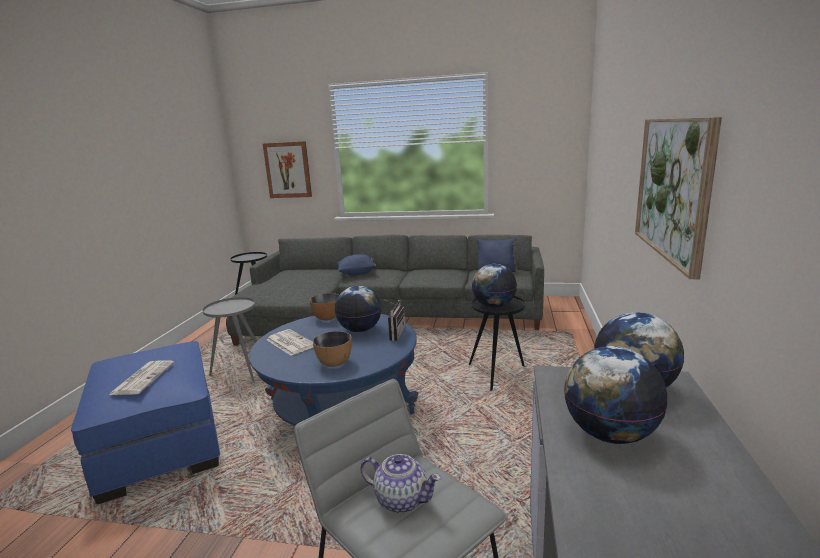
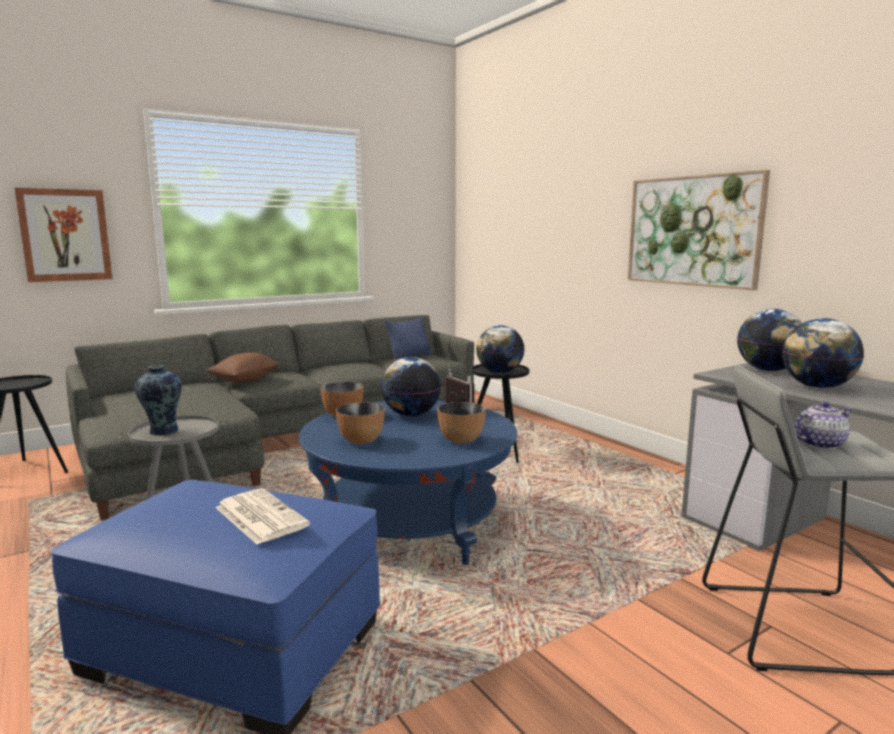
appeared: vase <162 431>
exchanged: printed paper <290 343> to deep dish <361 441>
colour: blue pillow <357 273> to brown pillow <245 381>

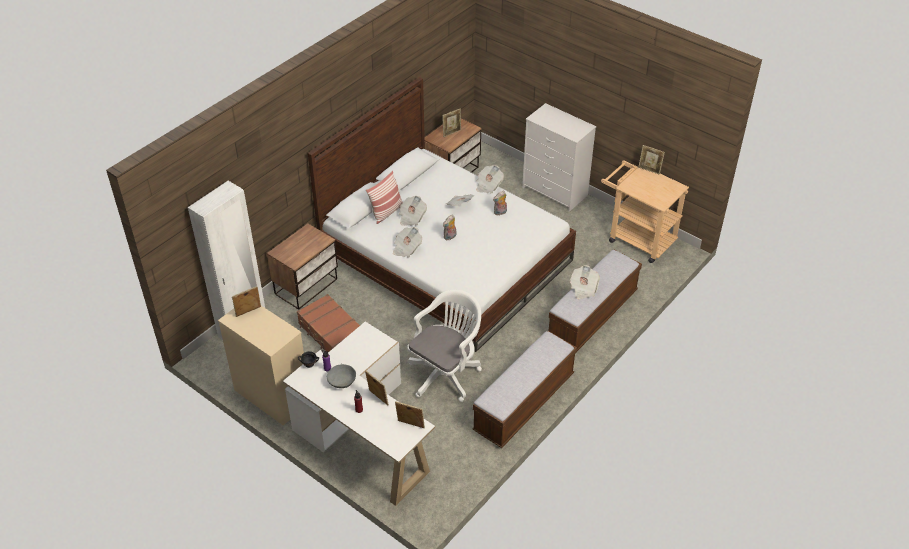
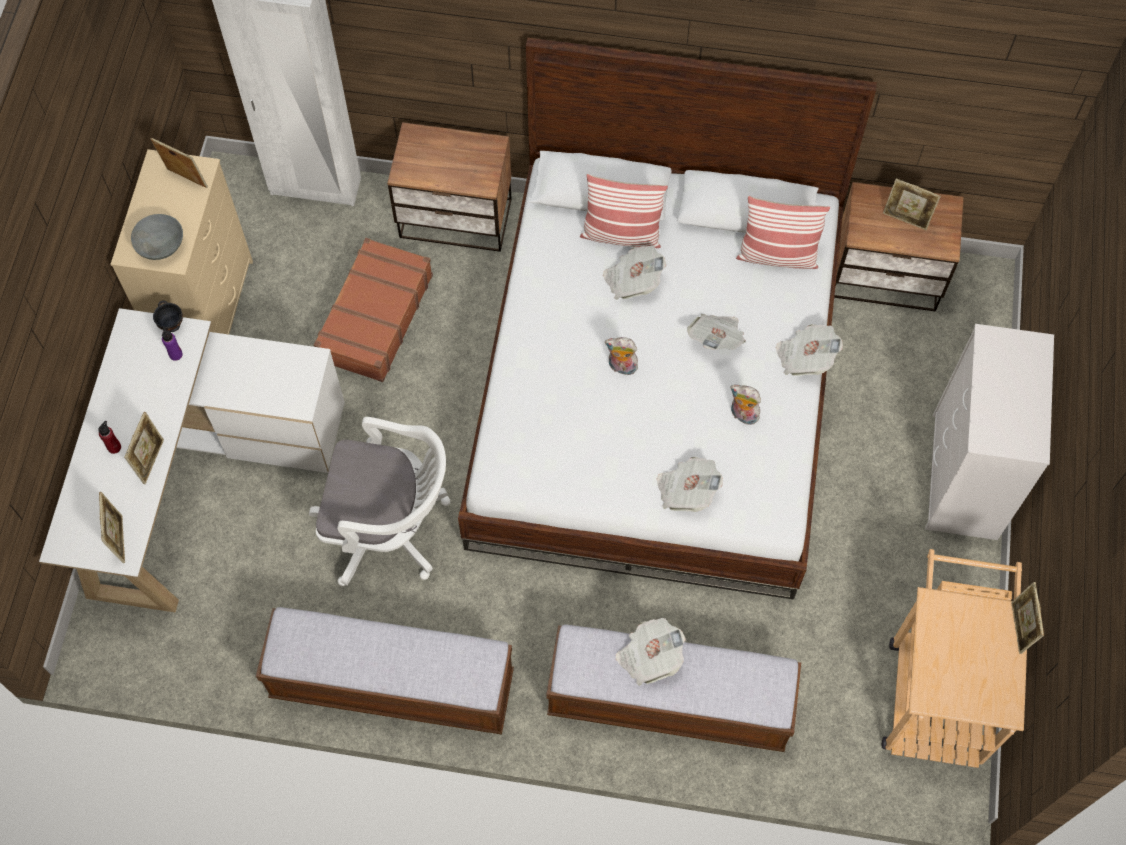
appeared: pillow <777 255>
relocated: gray deep dish <342 381> to <161 245>; printed paper <406 248> to <686 491>

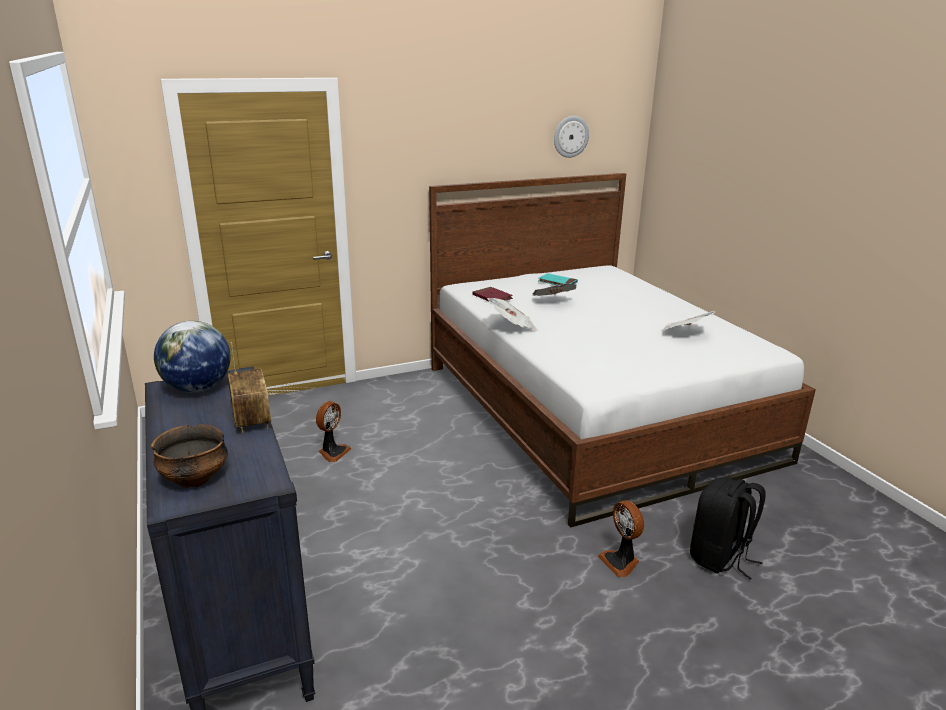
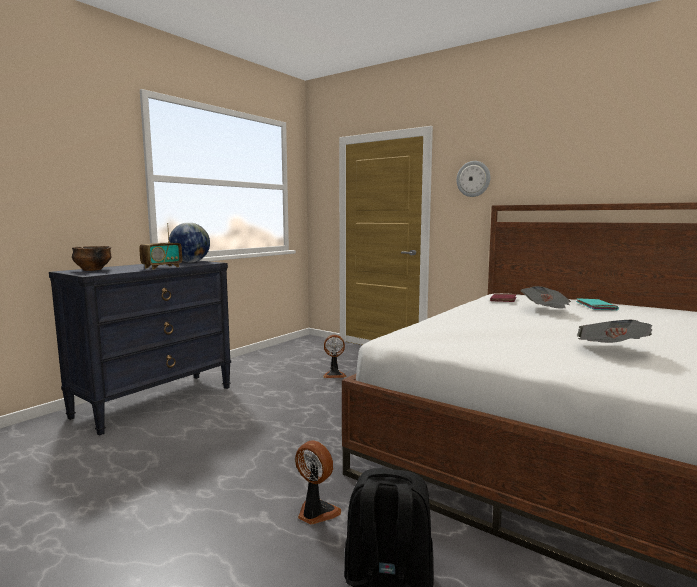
missing: printed paper <513 326>
relocated: wall clock <570 136> to <473 179>
spun: fan <621 562> = <315 513> 90 degrees clockwise

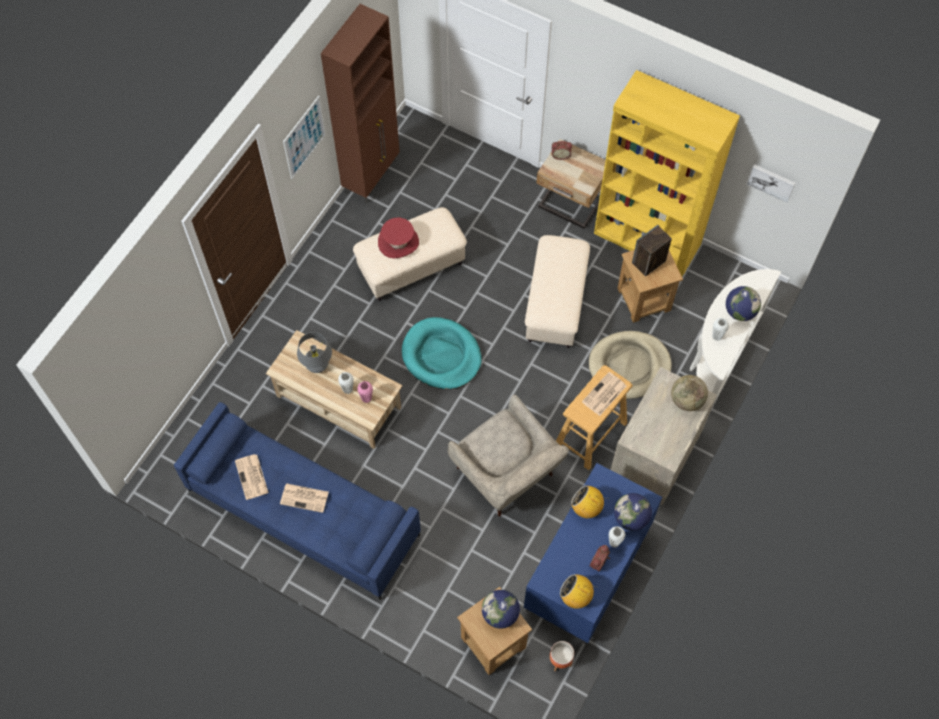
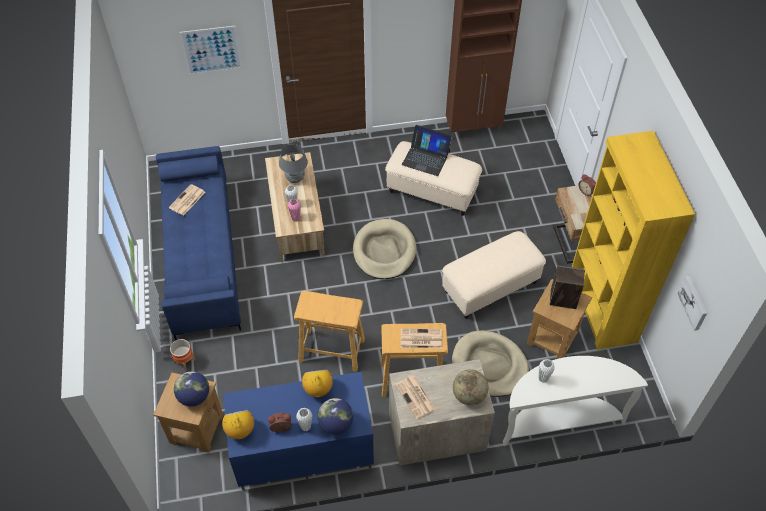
missing: world globe <739 312>
relocated: printed paper <305 498> to <416 397>; picture <304 137> to <211 50>; flower pot <560 660> to <184 361>
exchanged: reddish wearable hat <398 242> to notebook computer <426 158>; beige easy chair <507 475> to beige stool <331 350>
colour: turquoise dog cushion <441 356> to beige dog cushion <384 251>

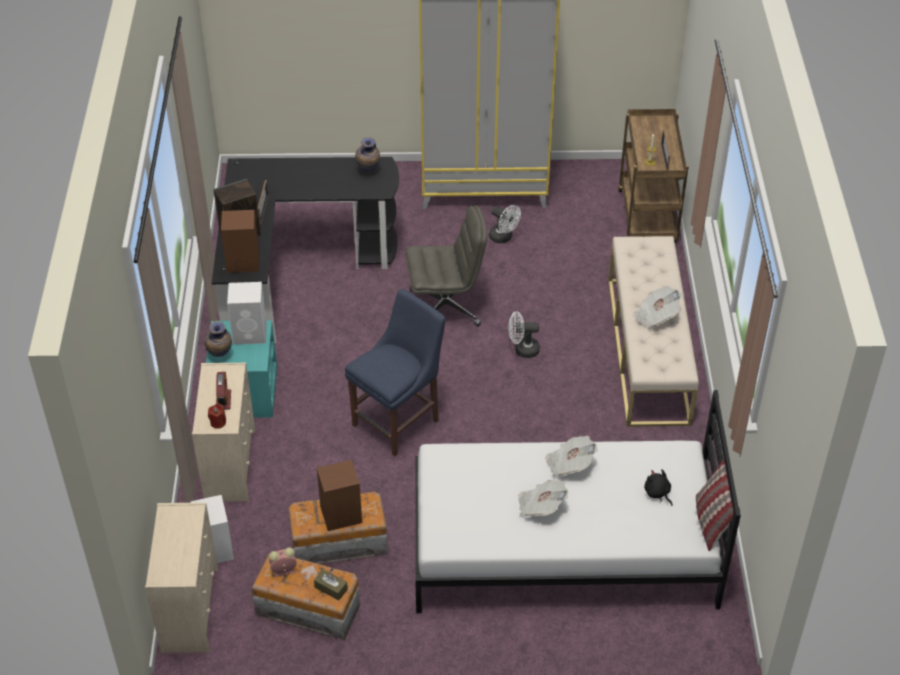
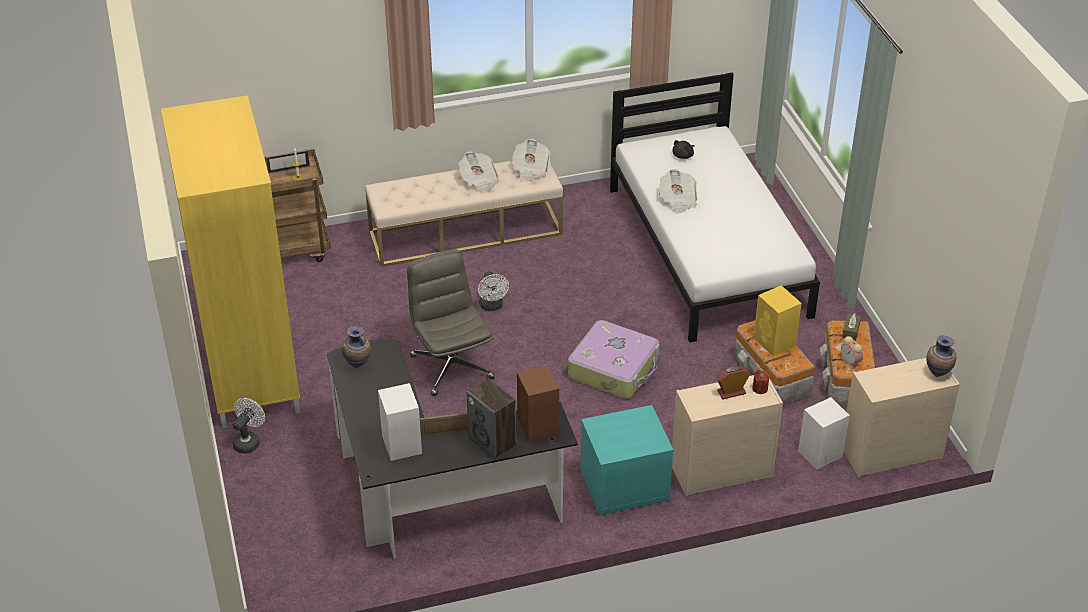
missing: pillow <711 522>
relocated: vase <220 356> to <938 374>; white-coloured loudspeaker <251 333> to <401 444>; white-coloured fan <503 237> to <249 441>; printed paper <540 506> to <530 170>
exchanged: blue plain chair <399 421> to travel case <614 368>
colour: brown loudspeaker <340 515> to yellow-coloured loudspeaker <775 342>

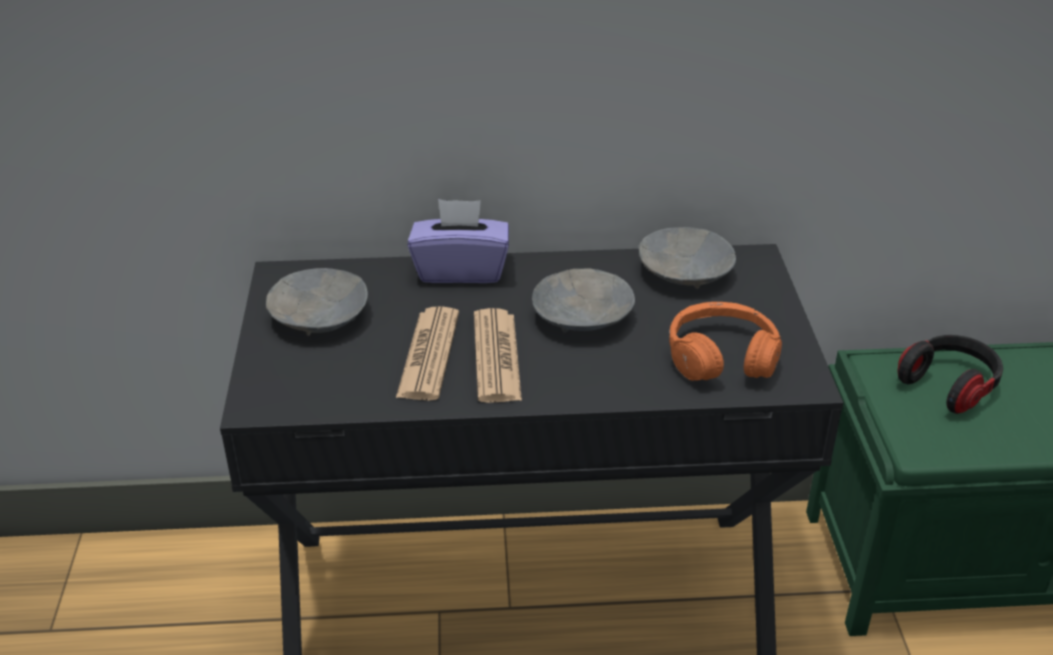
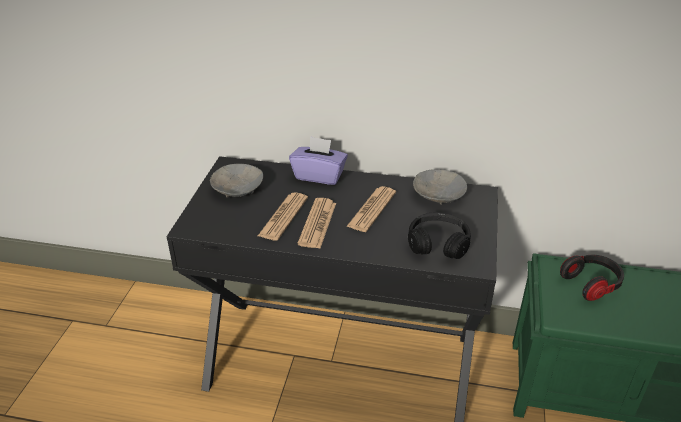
exchanged: gray deep dish <582 316> to printed paper <372 209>
colour: orangey pair of headphones <721 356> to black-coloured pair of headphones <438 243>

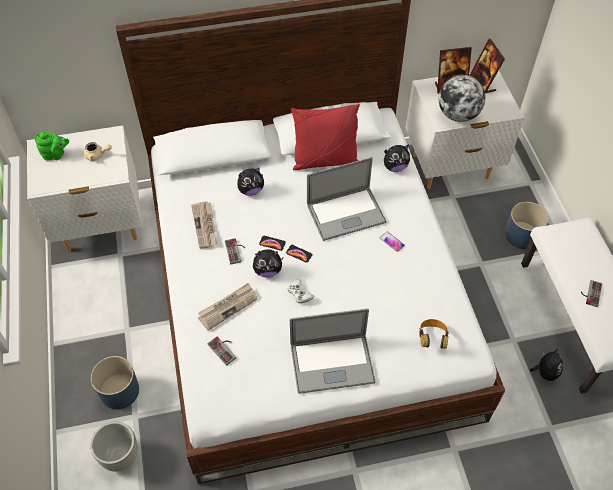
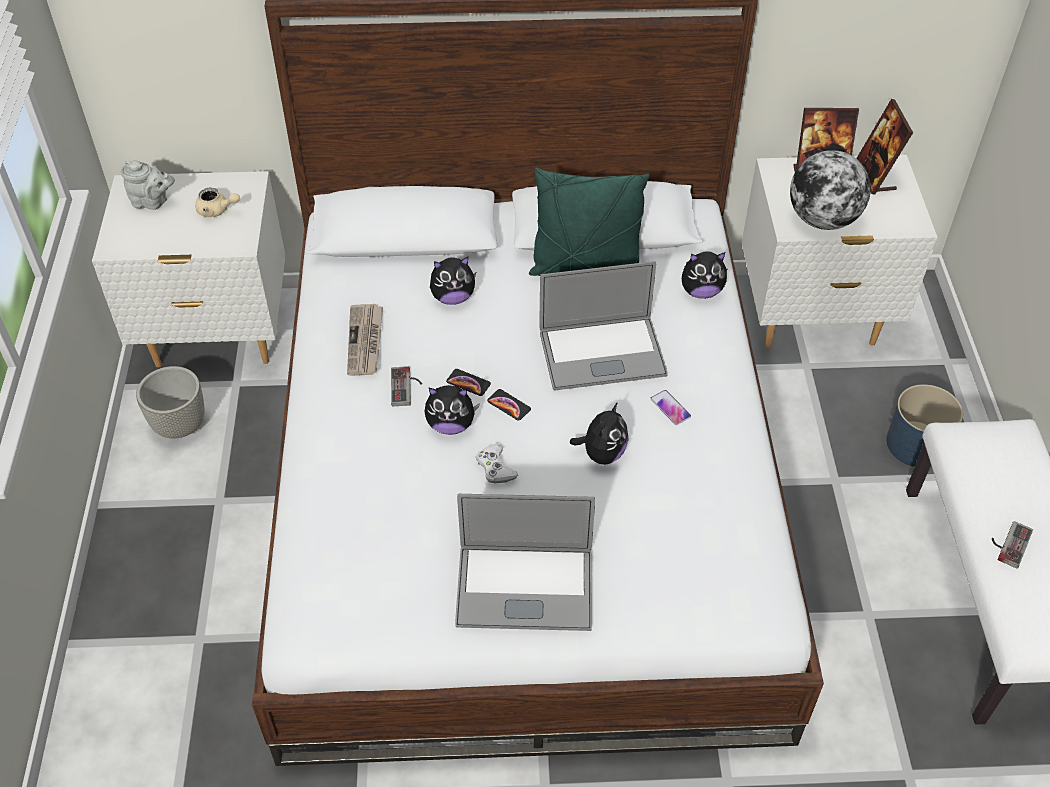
missing: blue flower pot <119 390>; printed paper <228 307>; game controller <224 349>; pair of headphones <432 338>
relocated: gray flower pot <120 456> to <180 425>; plush toy <545 372> to <602 453>
colour: green-coloured pot for tea <55 155> to gray pot for tea <152 202>; reddish pillow <325 161> to green-coloured pillow <585 268>

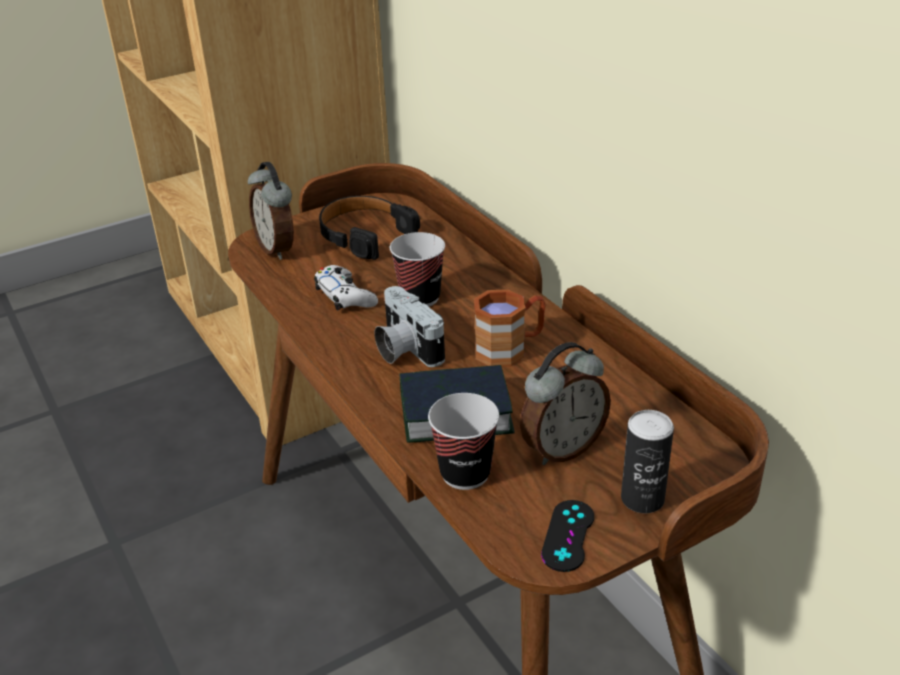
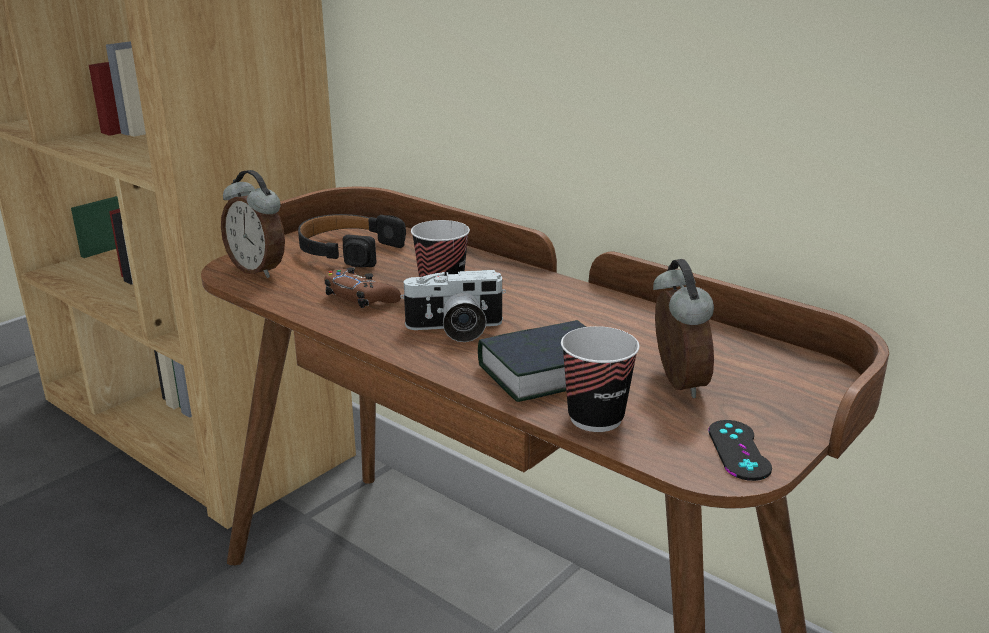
missing: brown coffee mug <510 349>; can <642 499>
colour: white-coloured game controller <345 296> to brown game controller <361 298>
spun: still camera <404 349> = <455 330> 45 degrees counterclockwise; table clock <562 448> = <675 383> 45 degrees counterclockwise

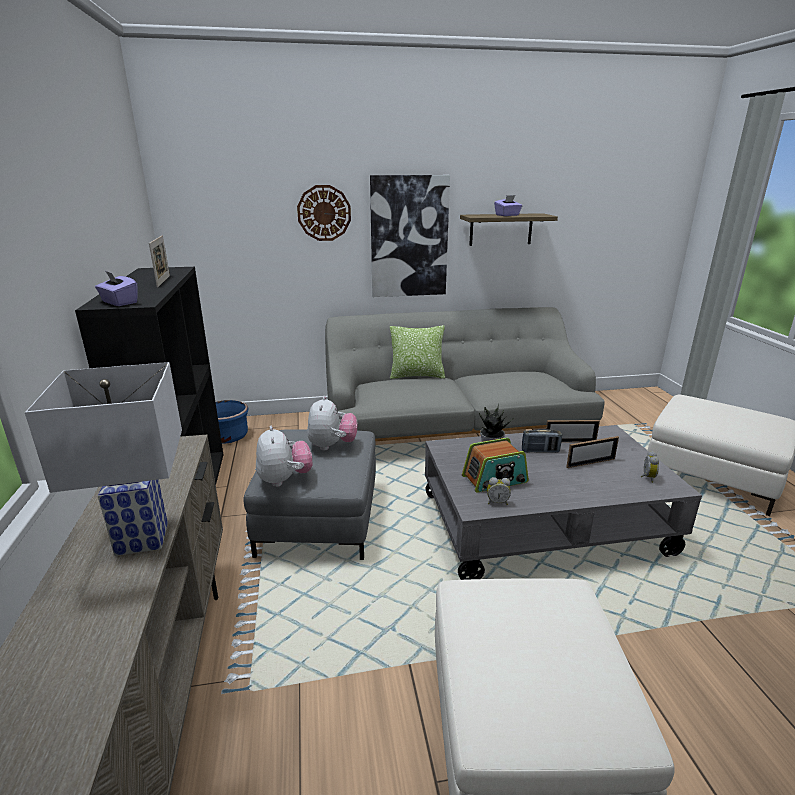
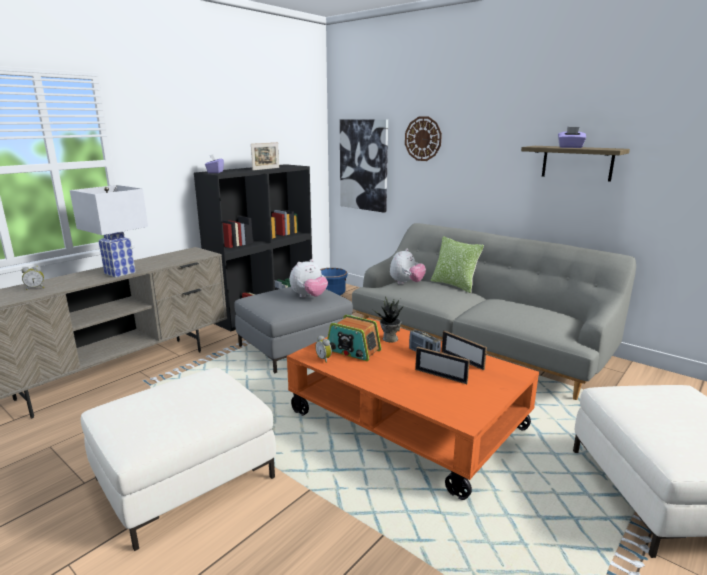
relocated: plush toy <284 479> to <406 283>; picture <409 237> to <364 165>; table clock <647 477> to <35 288>
colour: gray lounge table <543 523> to orangey lounge table <407 420>

